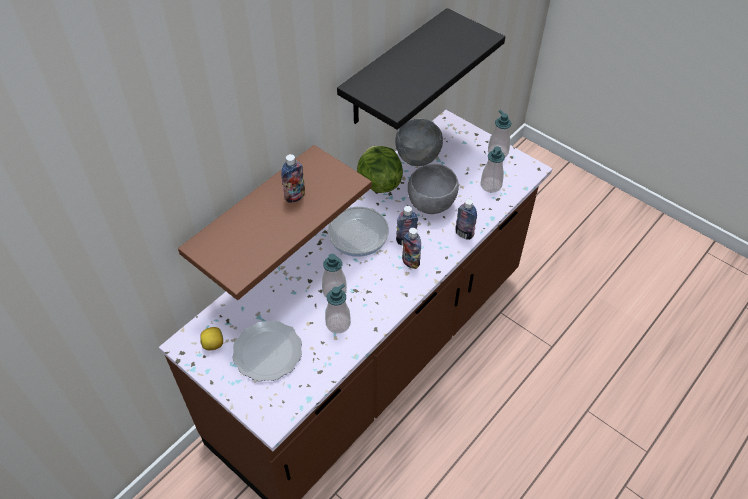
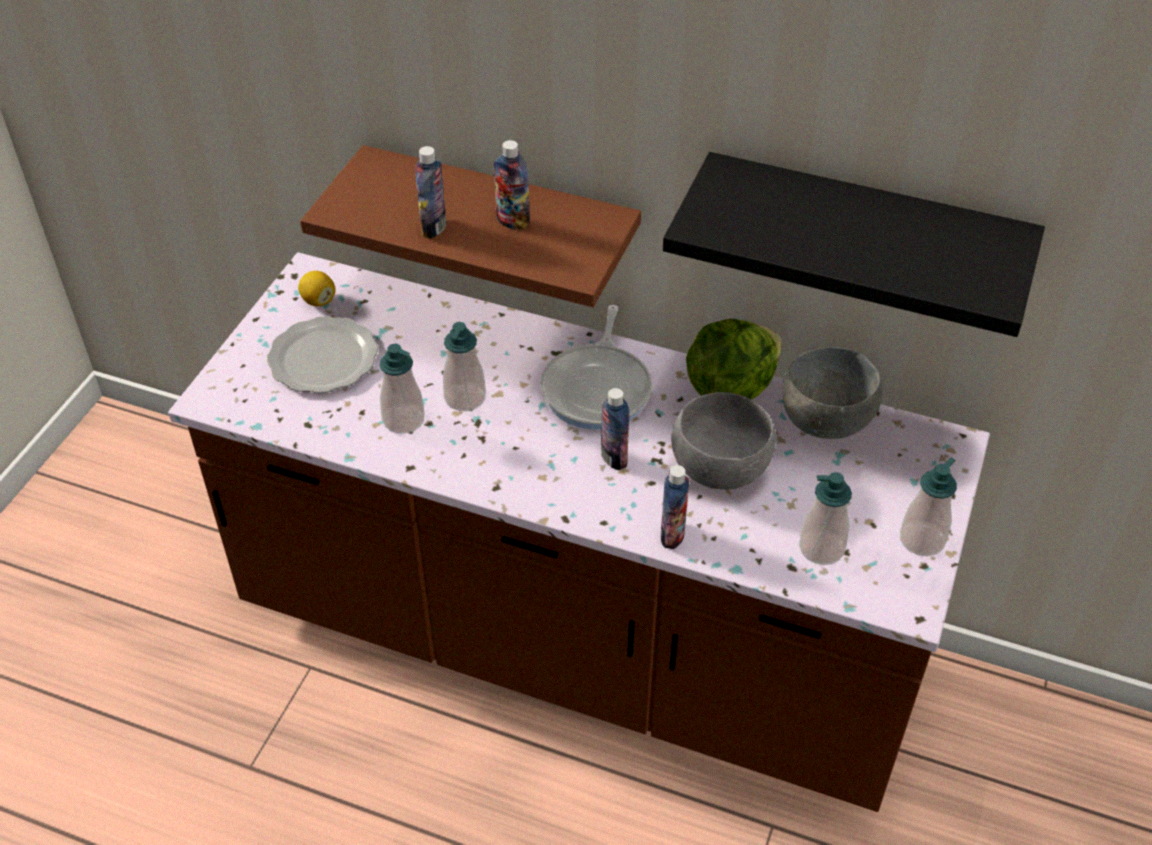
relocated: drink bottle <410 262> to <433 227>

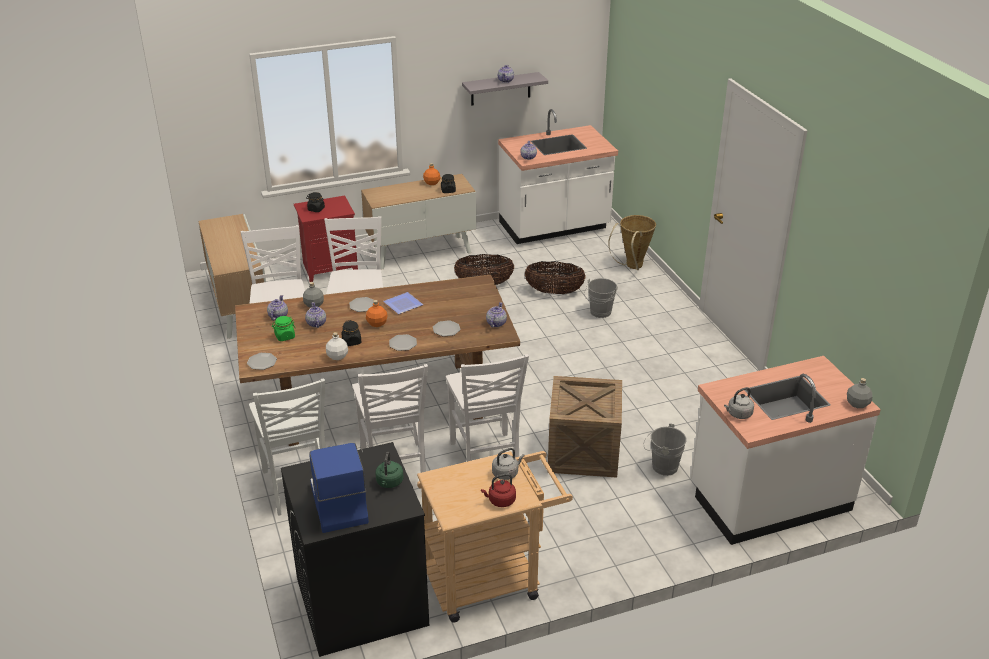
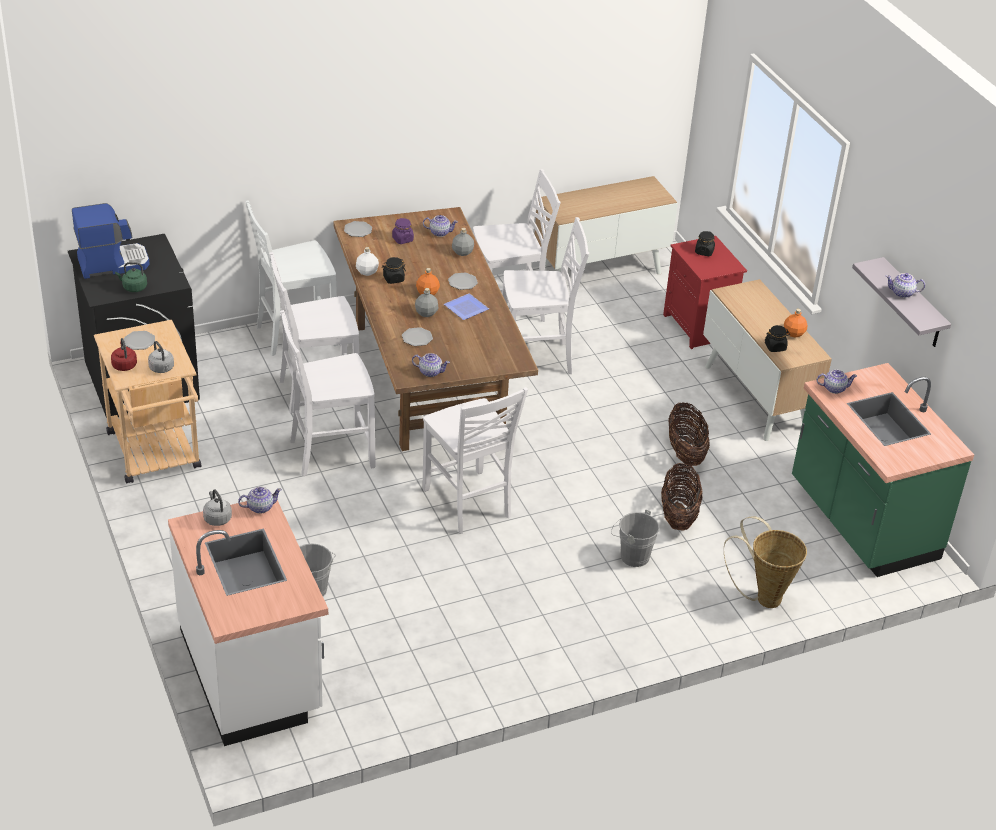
missing: shipping crate <583 452>
appeared: white-coloured plain chair <468 504>
relocated: pot for tea <316 323> to <260 507>; dinner plate <403 343> to <139 341>; gray drink bottle <857 404> to <426 313>
colour: green-coloured storage jar <284 336> to purple-coloured storage jar <402 239>; white-coloured counter <554 227> to green-coloured counter <861 522>

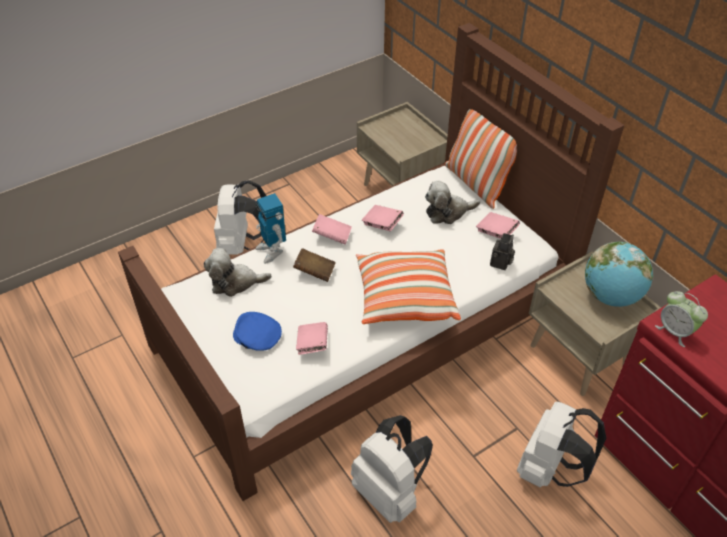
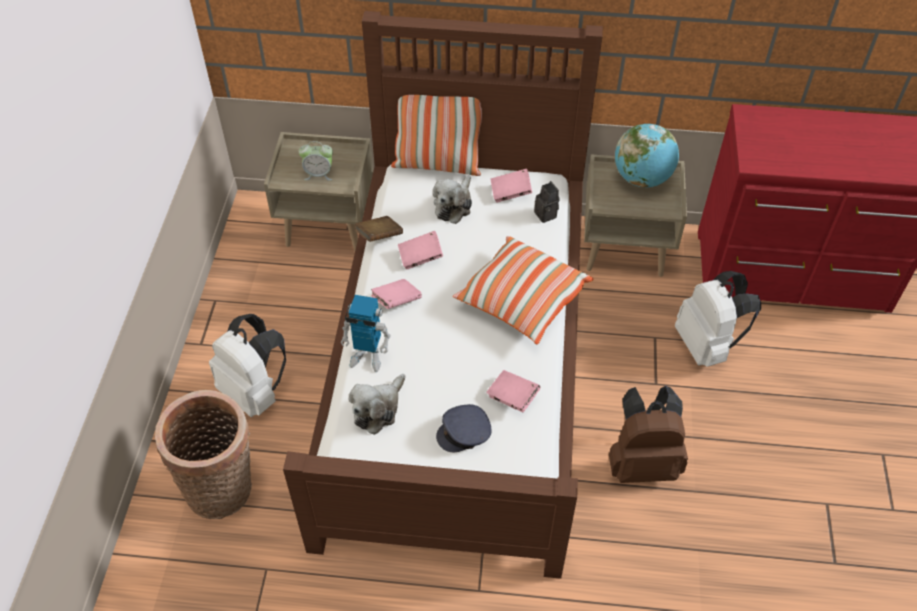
appeared: basket <223 488>
relocated: brown book <315 272> to <379 236>; table clock <675 331> to <319 174>
colour: blue baseball cap <257 337> to gray baseball cap <465 433>; white-coloured backpack <390 492> to brown backpack <642 463>

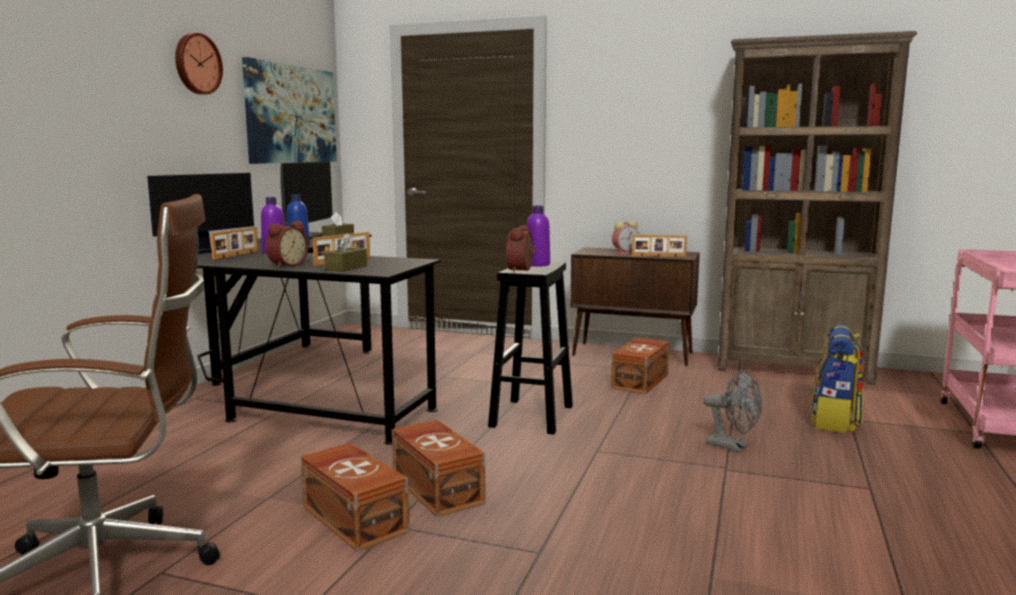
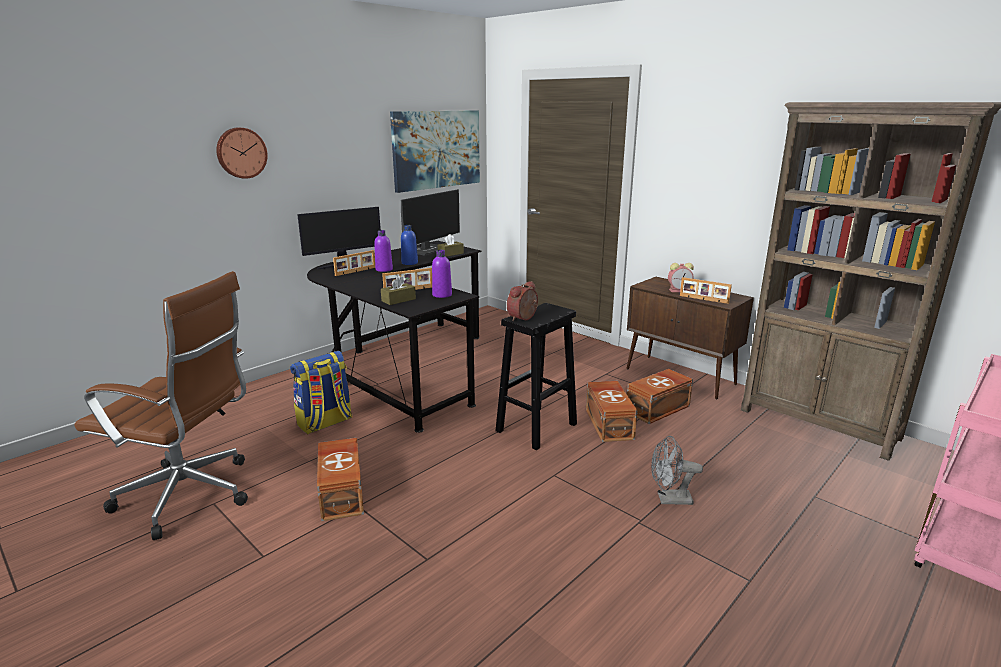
missing: table clock <286 265>
relocated: wall clock <196 64> to <241 153>; brown storage box <438 488> to <609 423>; purple-coloured drink bottle <537 264> to <442 295>; backpack <835 421> to <325 423>
spun: gray fan <733 446> = <669 499> 120 degrees clockwise

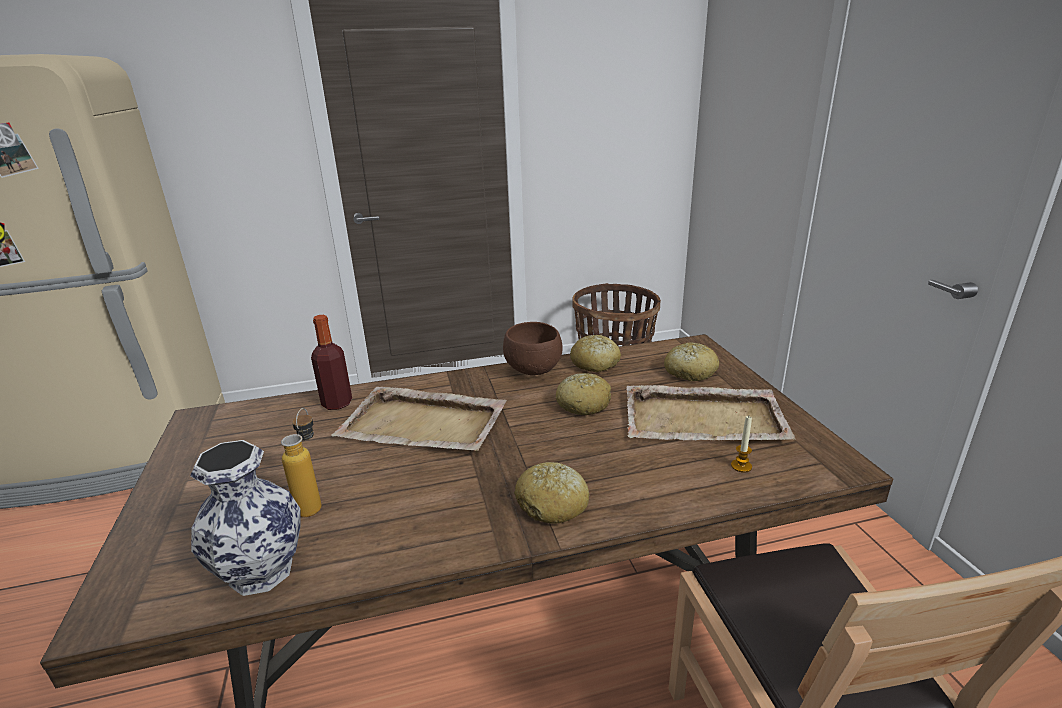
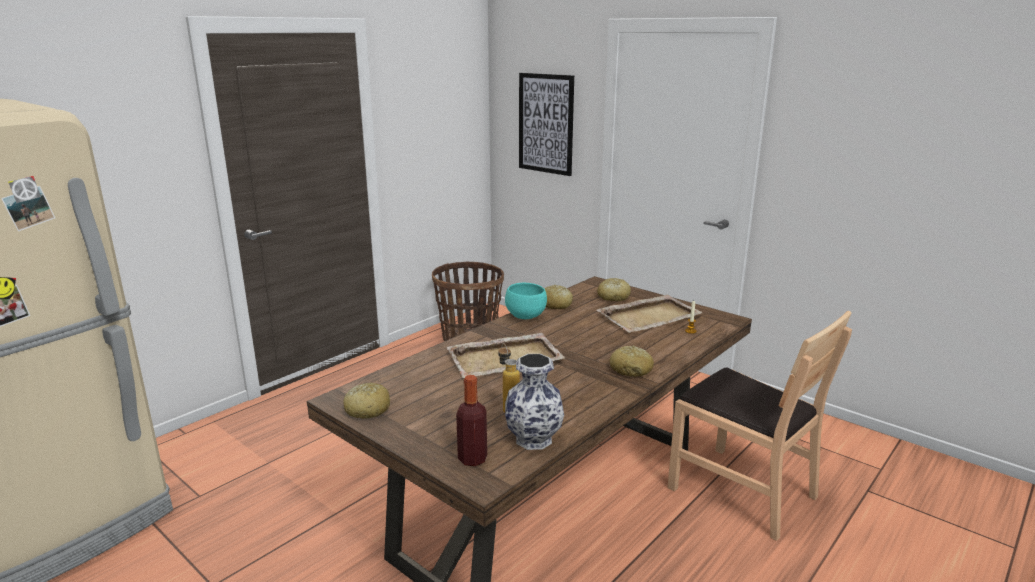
appeared: picture <546 124>
relocated: drink bottle <337 403> to <472 459>; baked bread <583 404> to <367 409>
colour: brown deep dish <535 371> to turquoise deep dish <526 316>

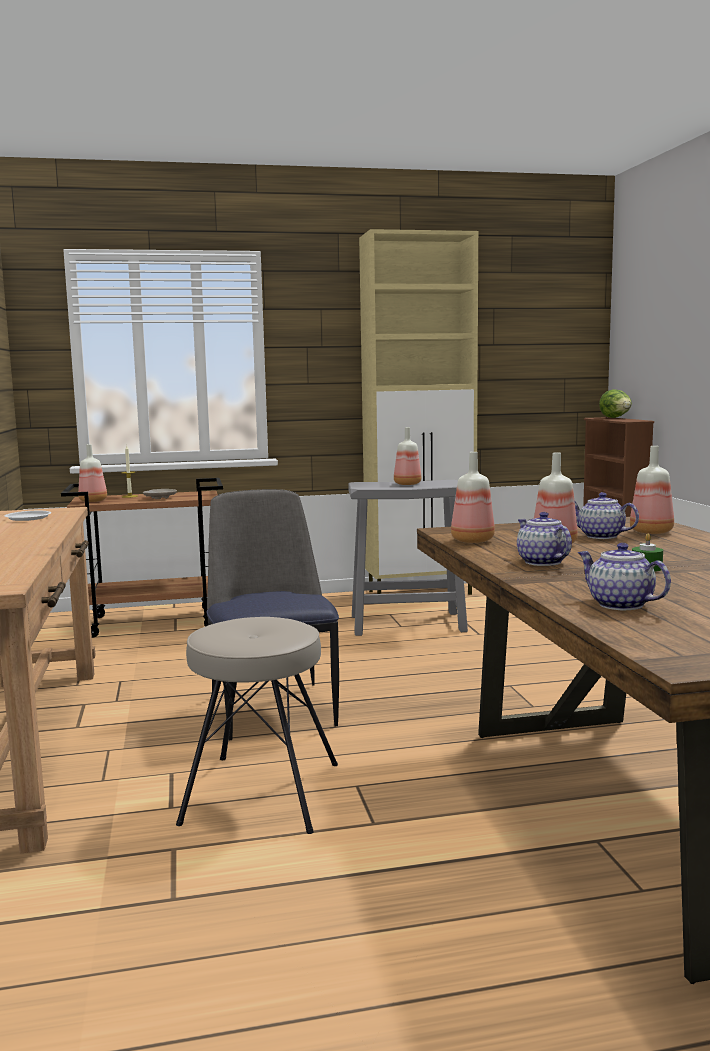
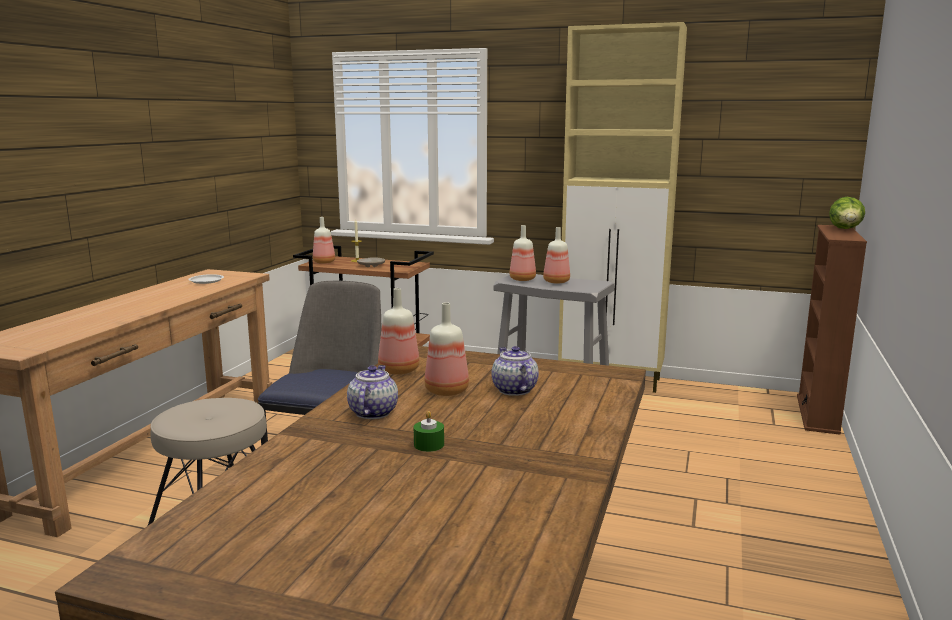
missing: pot for tea <618 604>
relocated: drink bottle <652 532> to <523 279>

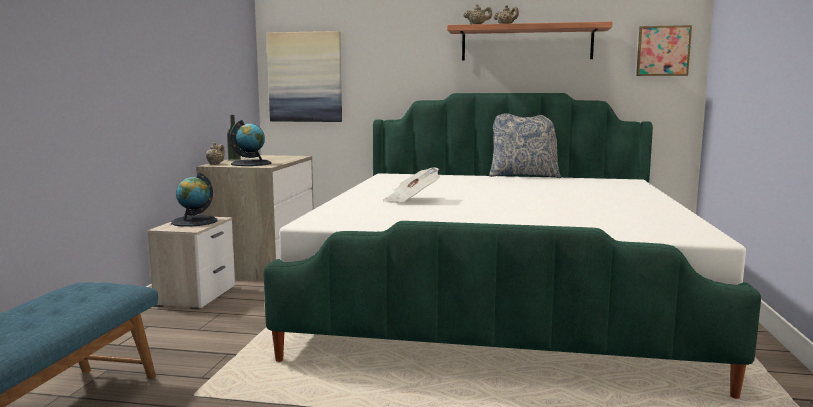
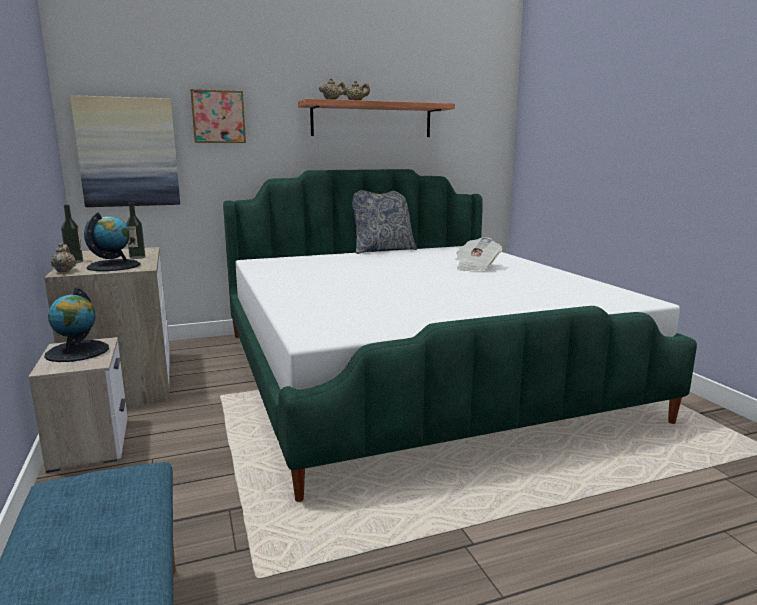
appeared: drink bottle <137 257>
relocated: printed paper <411 200> to <475 267>; picture <662 51> to <218 117>

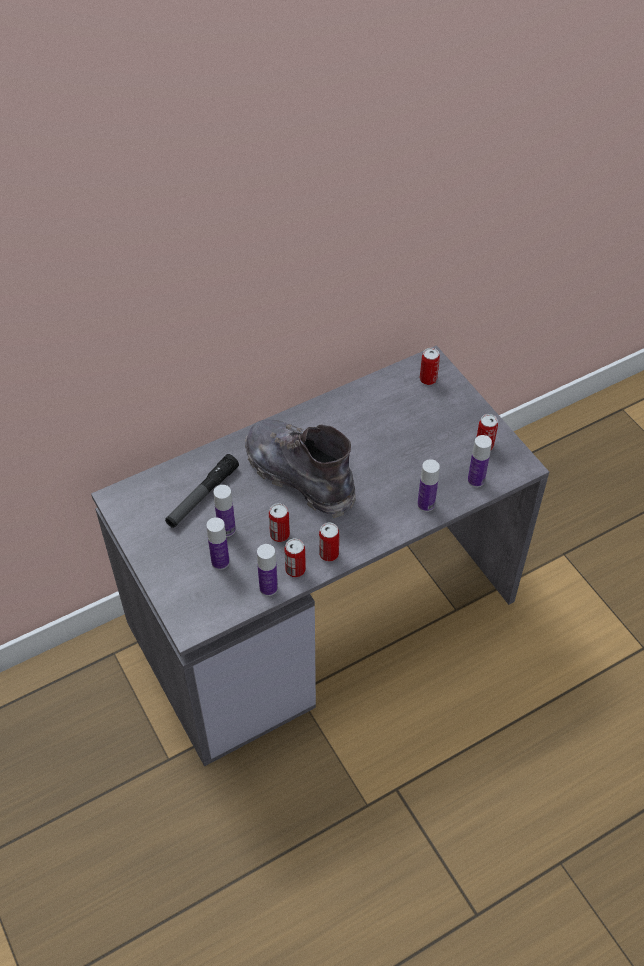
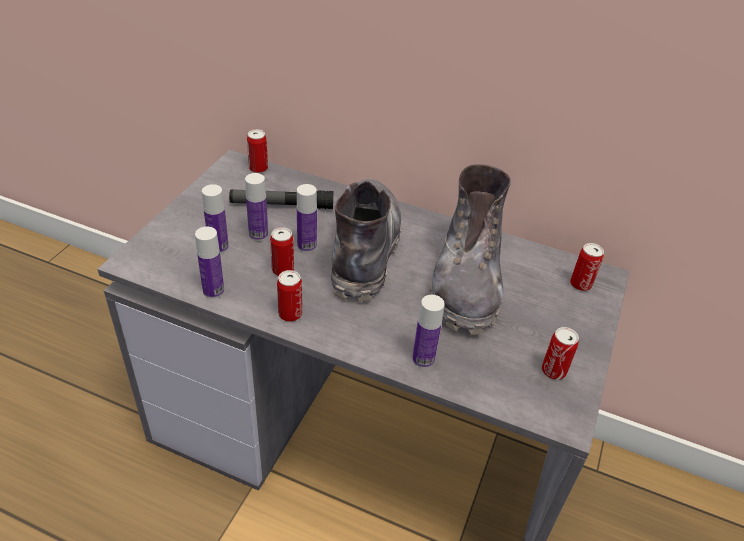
appeared: gray boot <466 283>
relocated: can <295 569> to <258 168>; drink bottle <476 480> to <307 246>

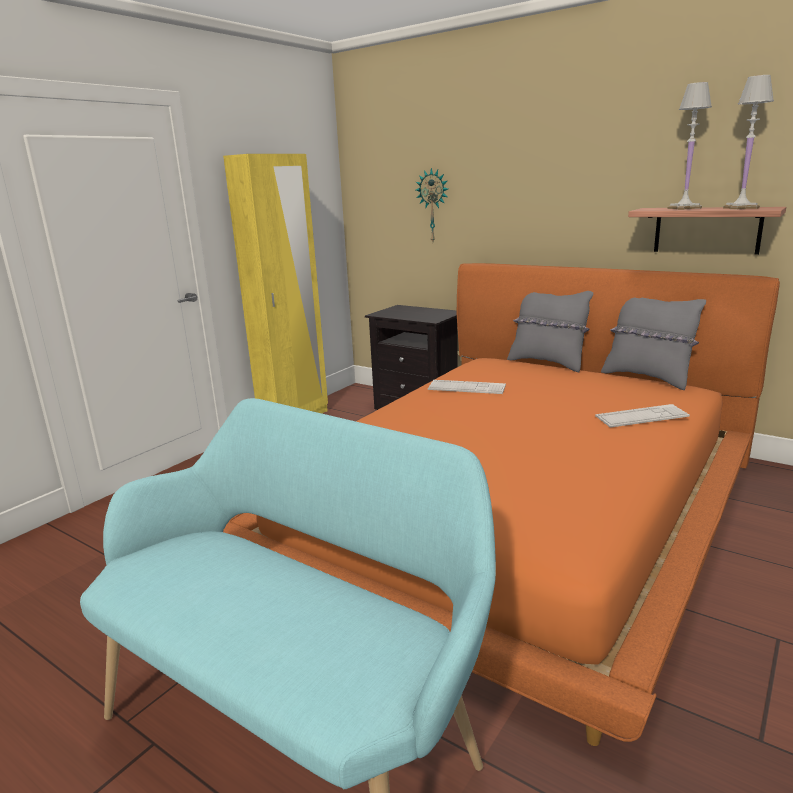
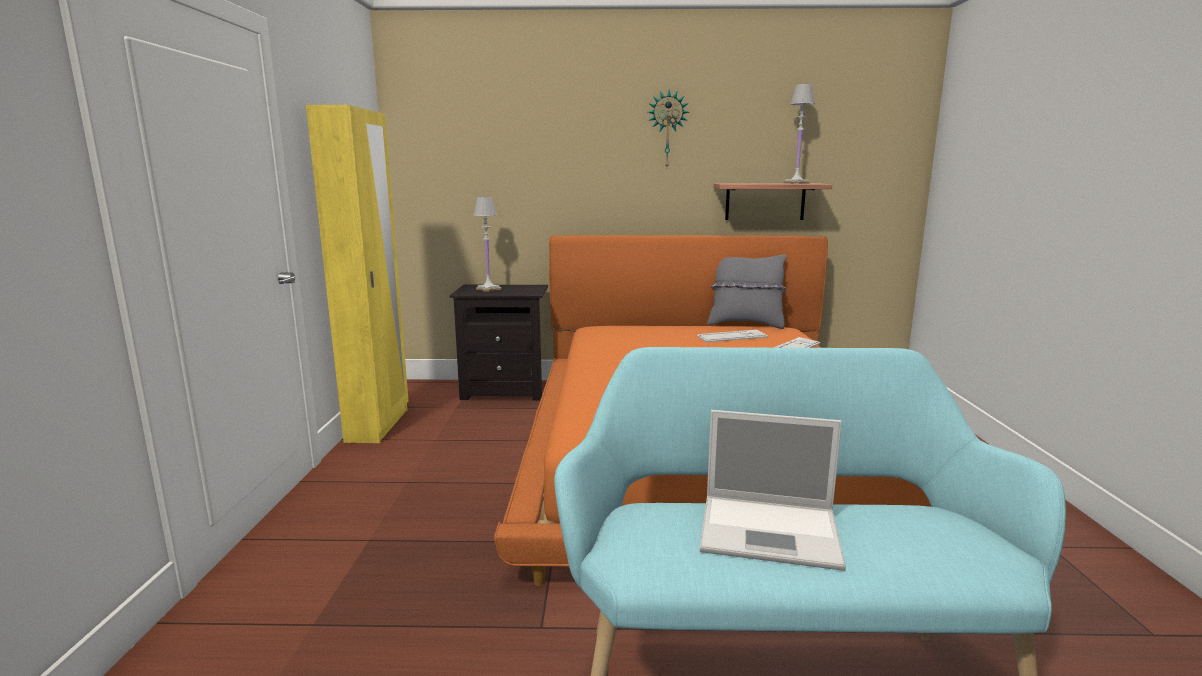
missing: gray pillow <548 363>
appeared: notebook computer <772 531>
relocated: wall clock <433 206> to <667 130>; keyboard <466 388> to <732 337>; white-coloured table lamp <684 208> to <488 289>

